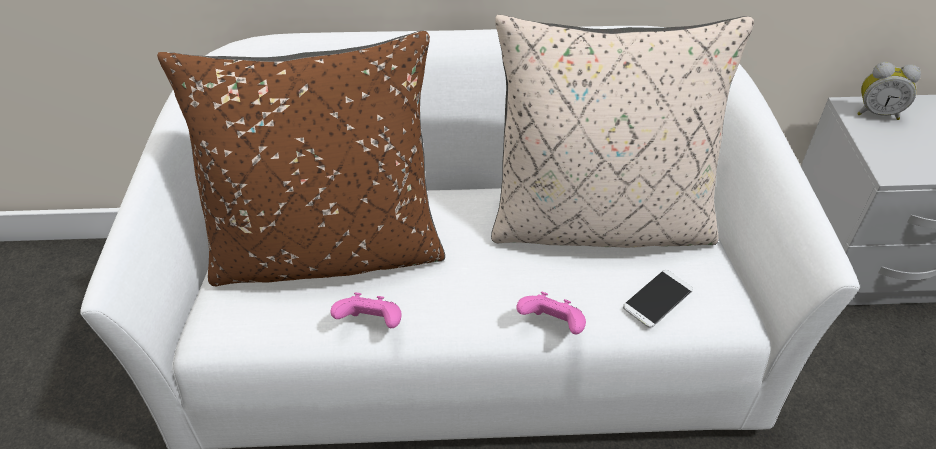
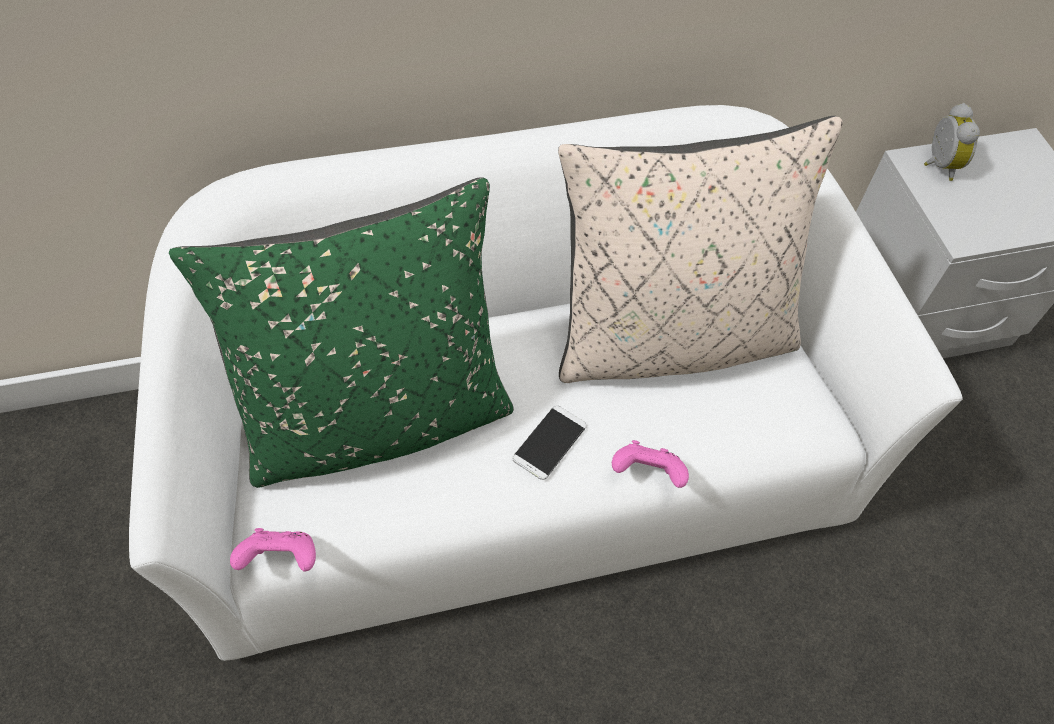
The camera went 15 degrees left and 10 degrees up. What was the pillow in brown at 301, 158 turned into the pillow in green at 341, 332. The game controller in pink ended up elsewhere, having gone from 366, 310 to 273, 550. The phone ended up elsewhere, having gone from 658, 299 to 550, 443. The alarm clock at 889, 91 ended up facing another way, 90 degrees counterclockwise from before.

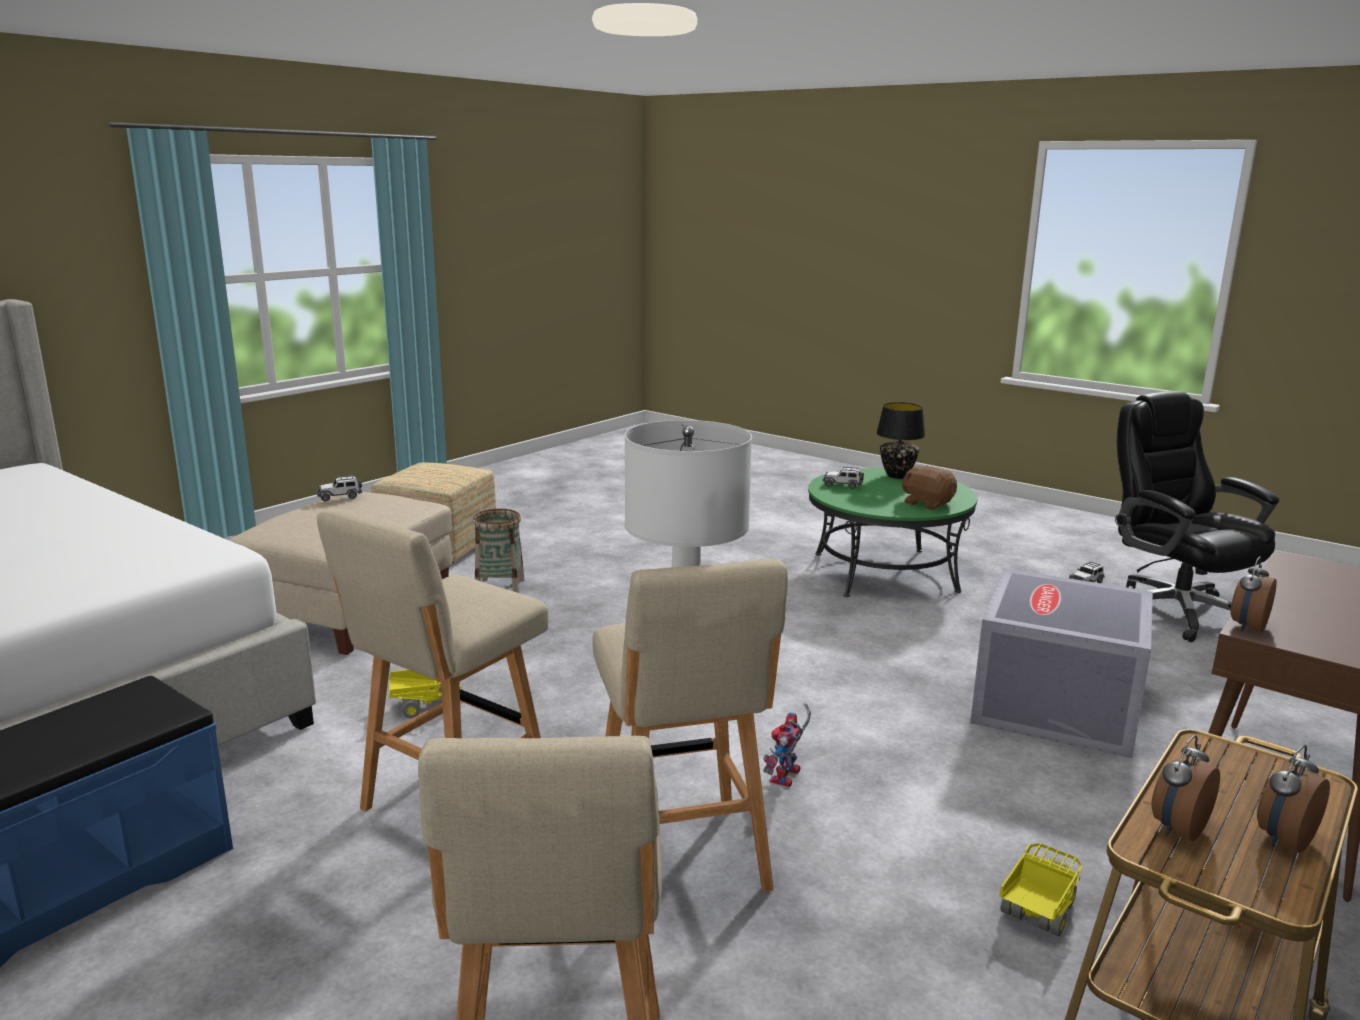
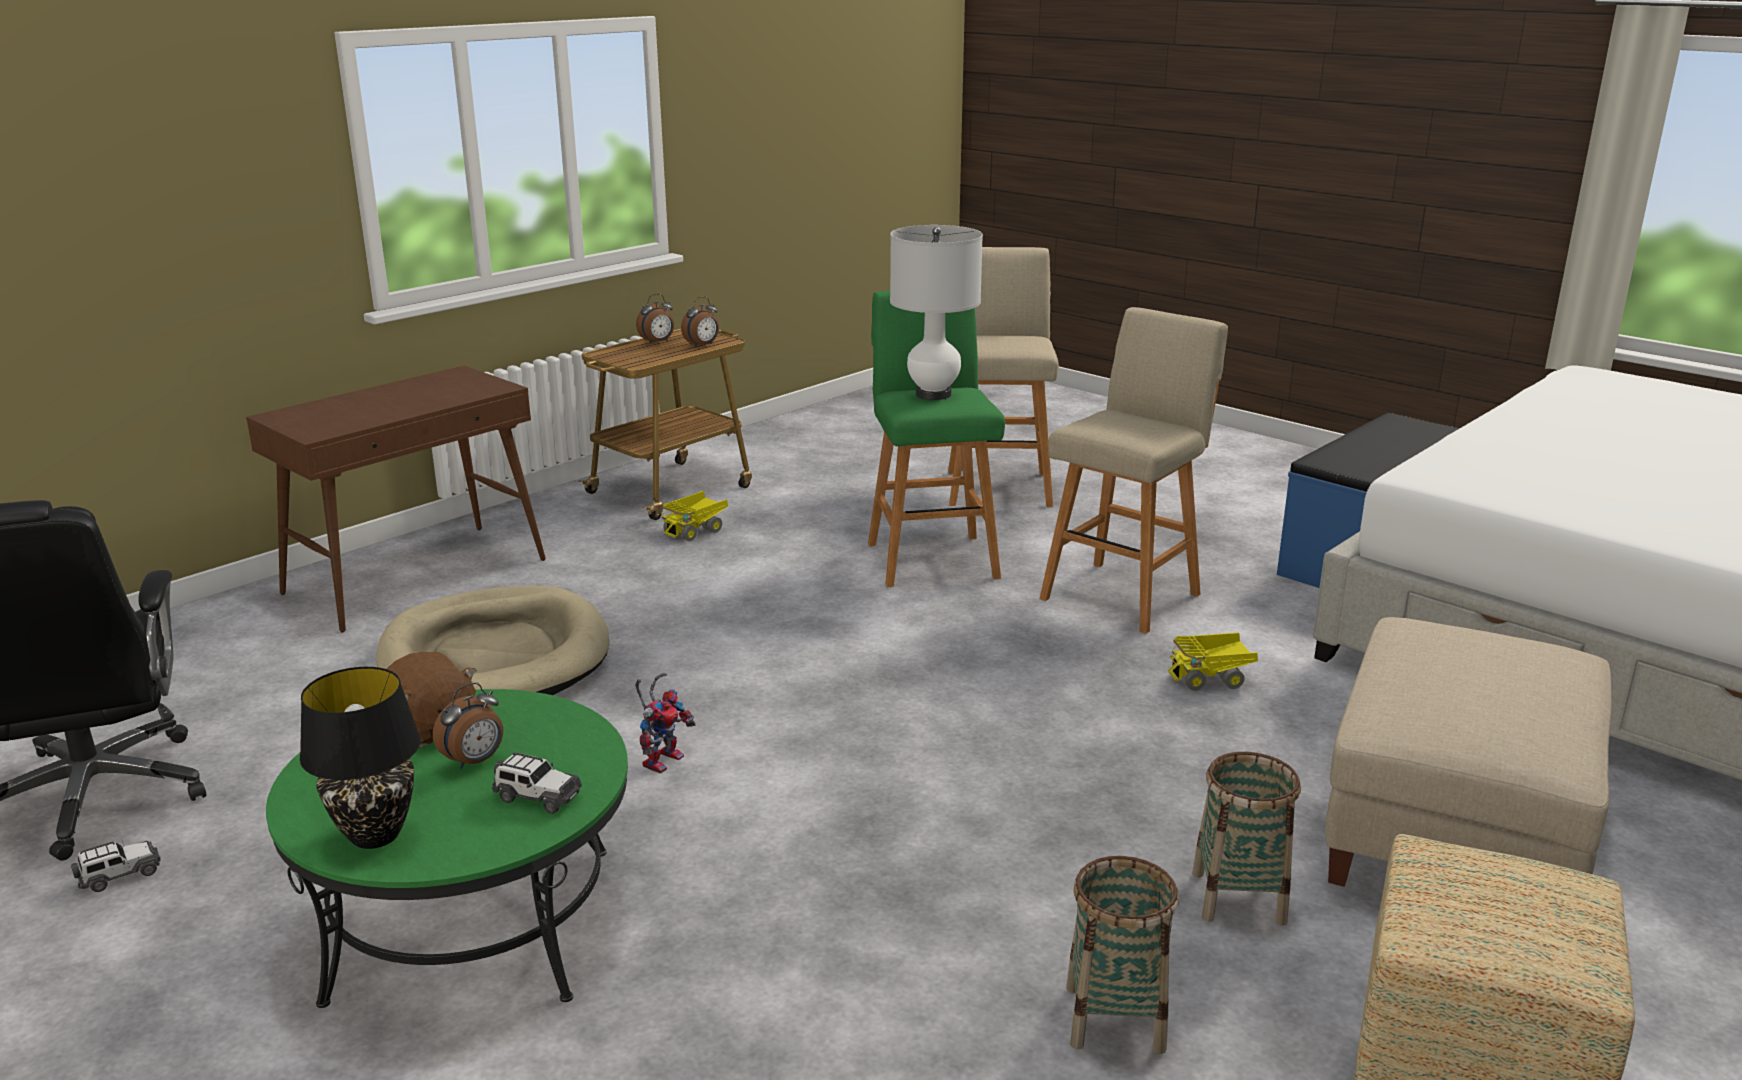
The camera went 175 degrees left and 5 degrees up. Where the storage box in grey stood at 1061, 663, the dog bed in beige came to stand at 493, 640. The alarm clock ended up elsewhere, having gone from 1253, 594 to 468, 725. The toy robot ended up elsewhere, having gone from 787, 745 to 665, 723. What was the stool in beige at 690, 725 turned into the stool in green at 936, 439. The second view gained the basket at 1122, 955. The second view lost the toy car at 339, 488.

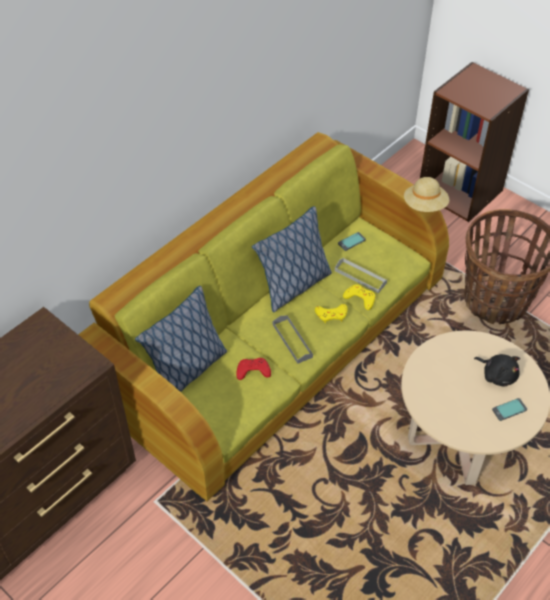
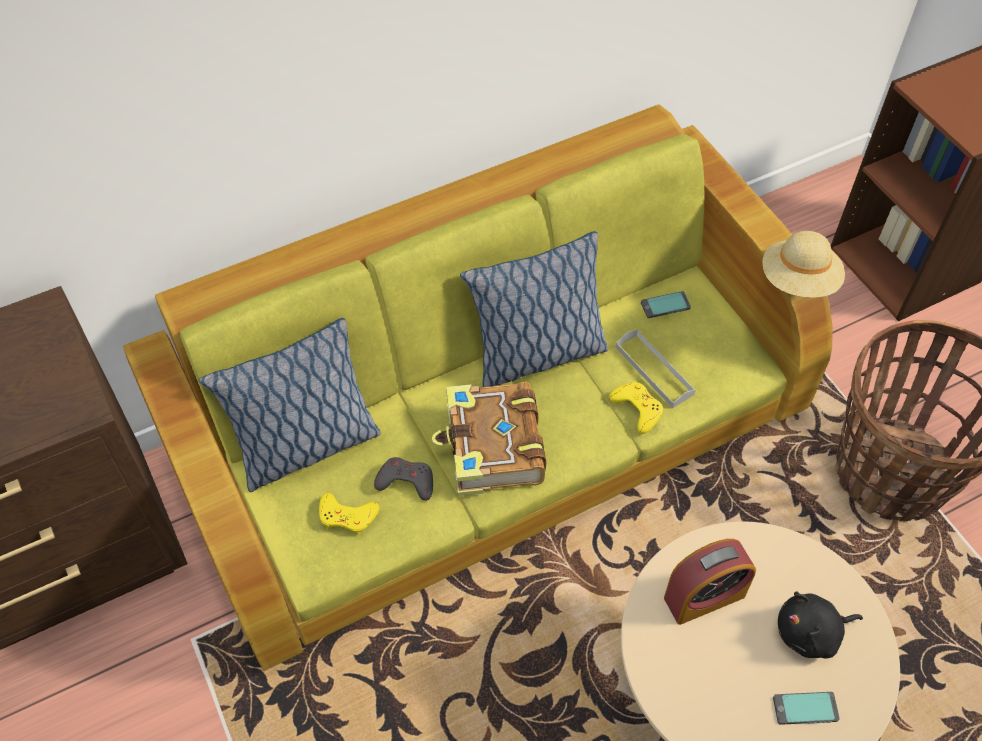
The camera went 20 degrees right and 5 degrees up. The game controller in yellow ended up elsewhere, having gone from 331, 313 to 349, 514. What was the game controller in red at 253, 369 turned into the game controller in grey at 403, 479. Where the tray in grey stood at 293, 339, the book came to stand at 489, 439. The second view gained the alarm clock at 710, 582. The plush toy in black at 497, 370 ended up facing another way, 105 degrees clockwise from before.

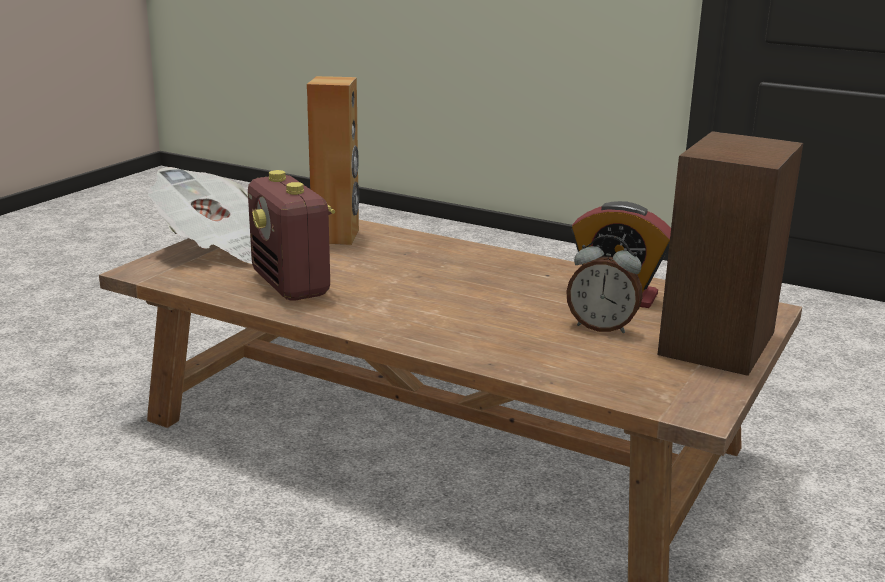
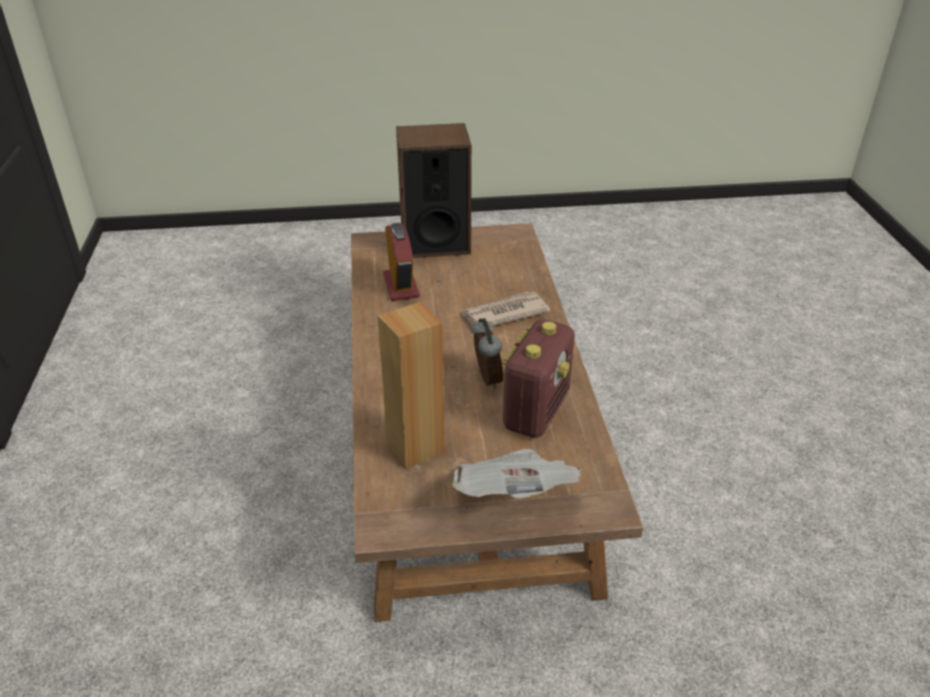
The camera went 125 degrees left and 15 degrees up. The second view gained the newspaper at 506, 309. The alarm clock ended up elsewhere, having gone from 604, 284 to 487, 353.

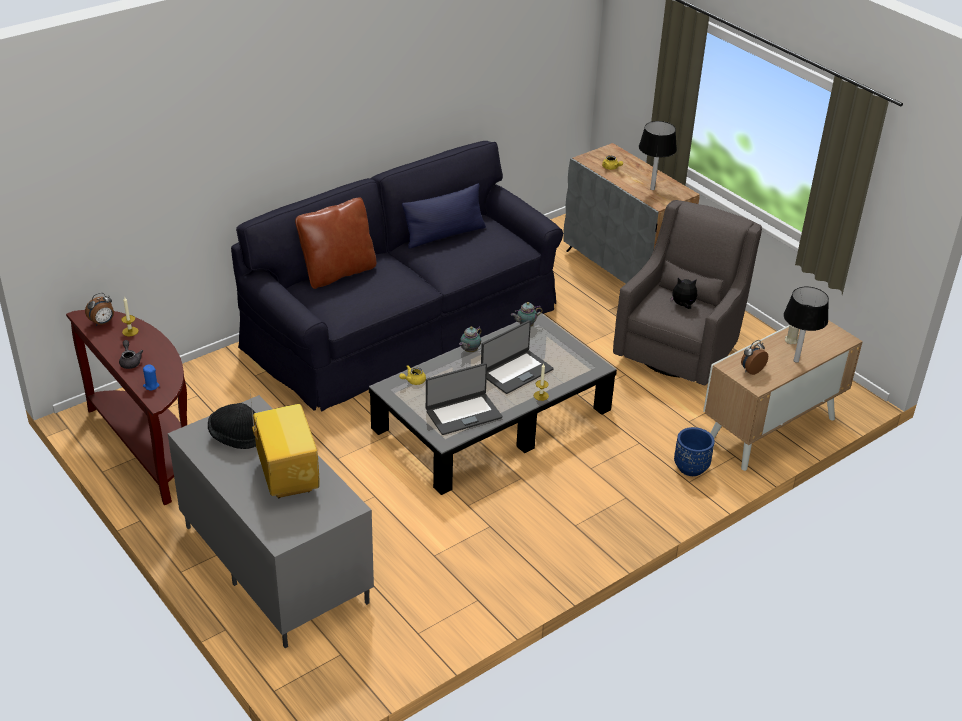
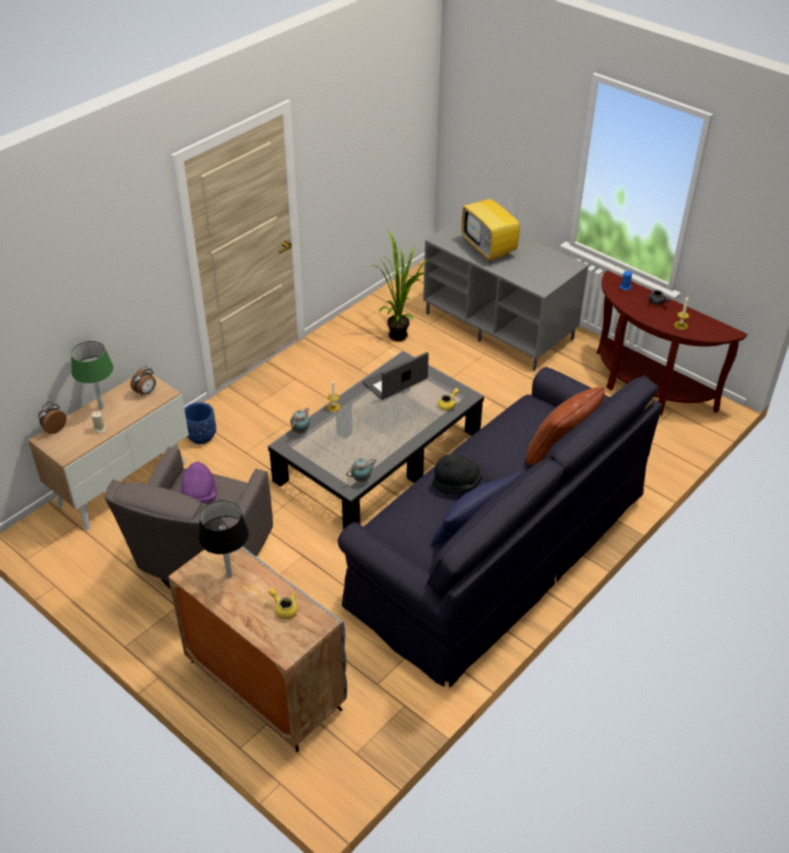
The camera went 170 degrees right and 5 degrees up. The alarm clock ended up elsewhere, having gone from 99, 309 to 52, 418. What was the table lamp in black at 806, 325 turned into the table lamp in green at 92, 375. Where the plush toy stood at 683, 293, the hat in purple came to stand at 198, 482. The teapot ended up elsewhere, having gone from 470, 339 to 300, 420. The second view gained the potted plant at 398, 286. The hat in black ended up elsewhere, having gone from 232, 426 to 457, 474. The second view lost the laptop at 517, 357.

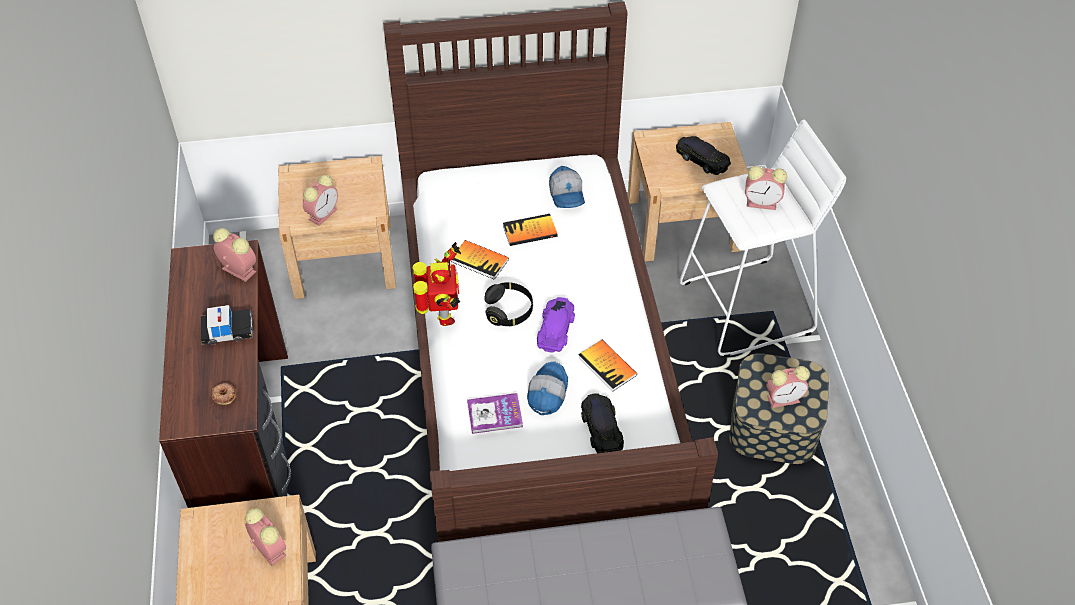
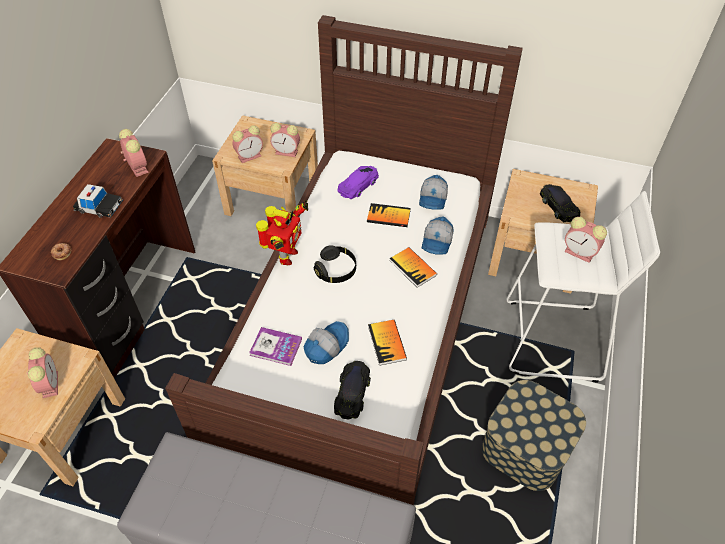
The camera went 25 degrees right and 0 degrees up. The alarm clock ended up elsewhere, having gone from 788, 387 to 285, 140. The toy car in purple ended up elsewhere, having gone from 556, 325 to 358, 182. The book ended up elsewhere, having gone from 480, 260 to 413, 267. The second view gained the cap at 437, 236.

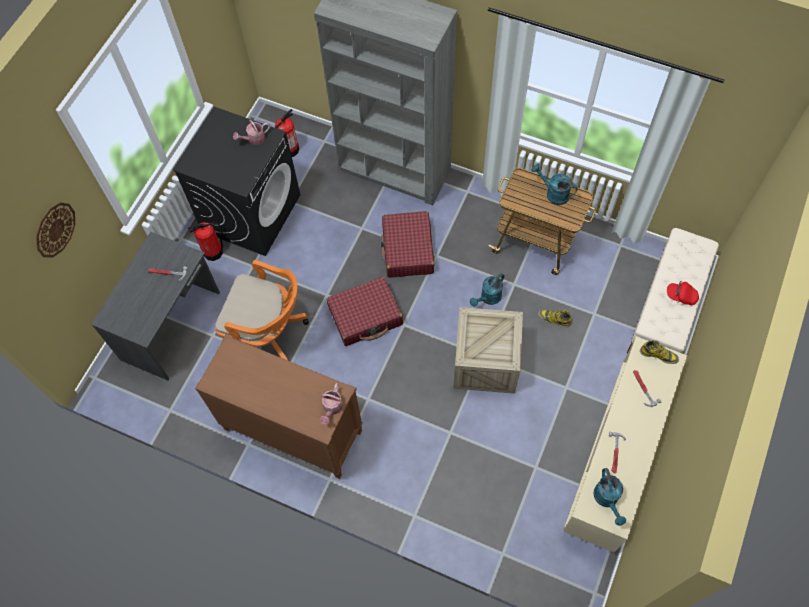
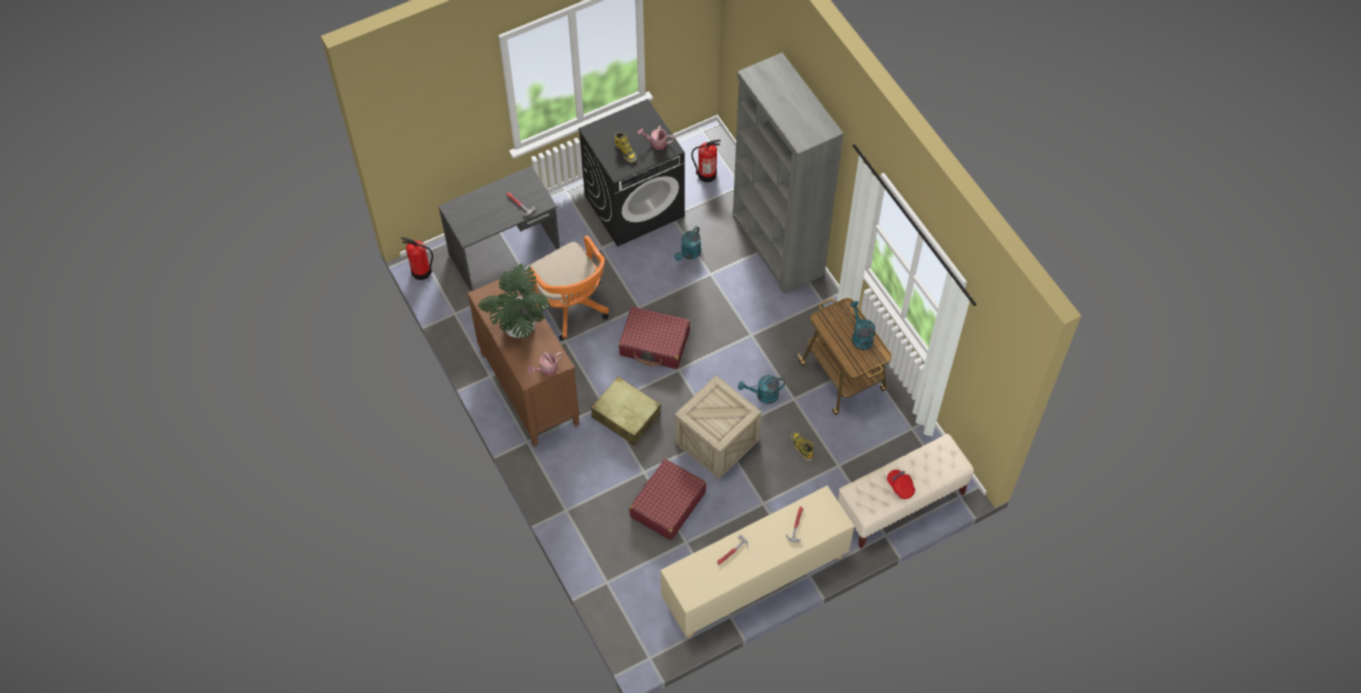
The camera went 35 degrees right and 5 degrees down. The fire extinguisher ended up elsewhere, having gone from 206, 241 to 417, 258. The second view gained the potted plant at 514, 301. The second view gained the suitcase in beige at 626, 411. The boot ended up elsewhere, having gone from 659, 352 to 625, 148. The suitcase in red ended up elsewhere, having gone from 407, 244 to 667, 499. The watering can in turquoise ended up elsewhere, having gone from 609, 497 to 688, 243. The second view lost the wall clock at 55, 230.

